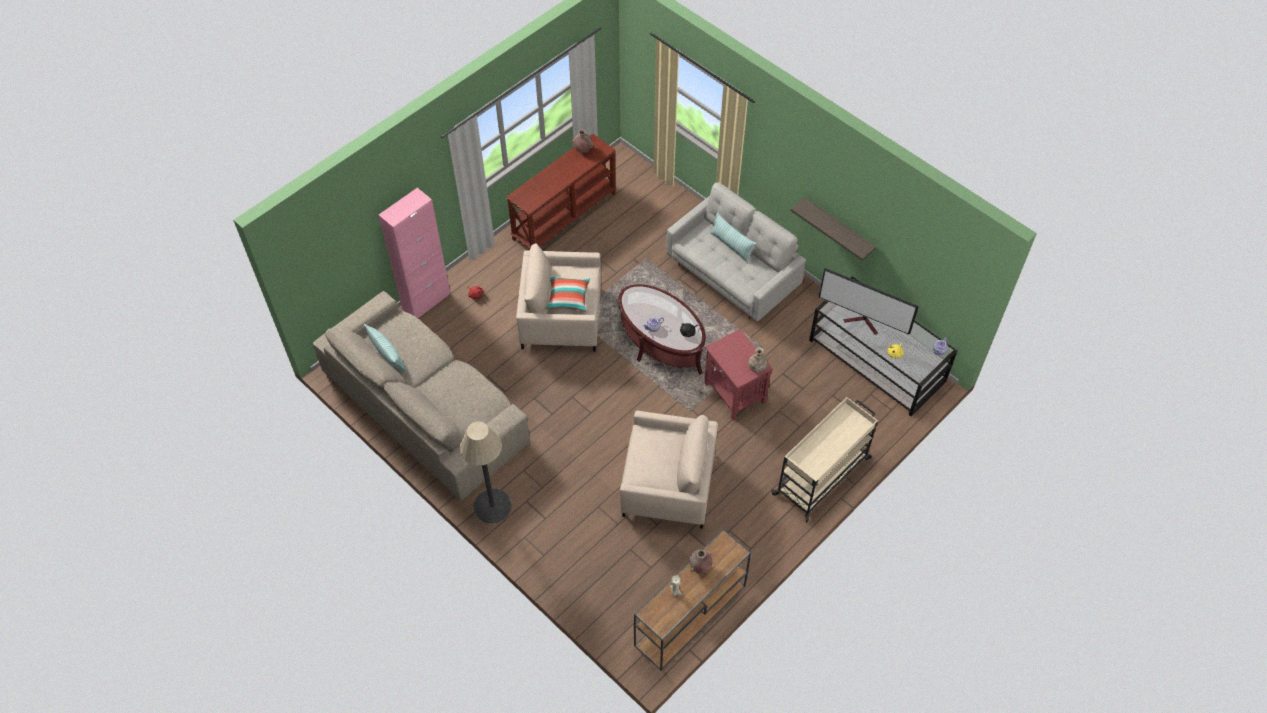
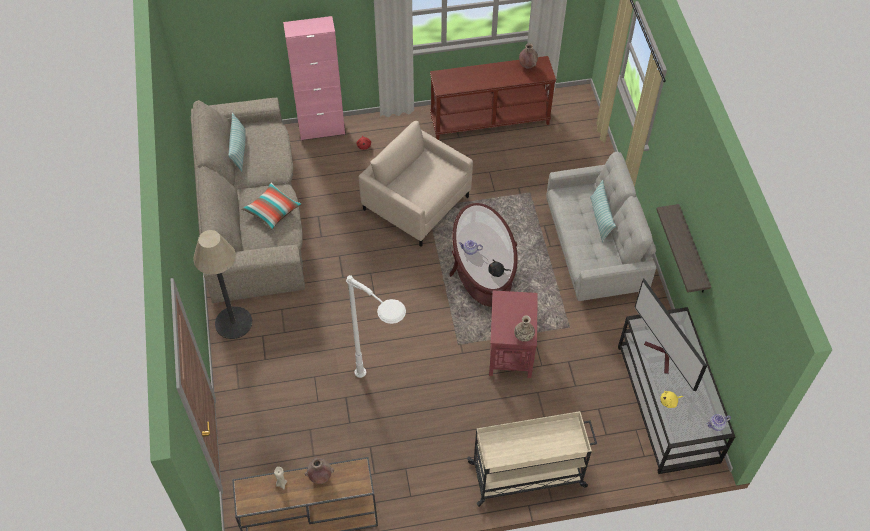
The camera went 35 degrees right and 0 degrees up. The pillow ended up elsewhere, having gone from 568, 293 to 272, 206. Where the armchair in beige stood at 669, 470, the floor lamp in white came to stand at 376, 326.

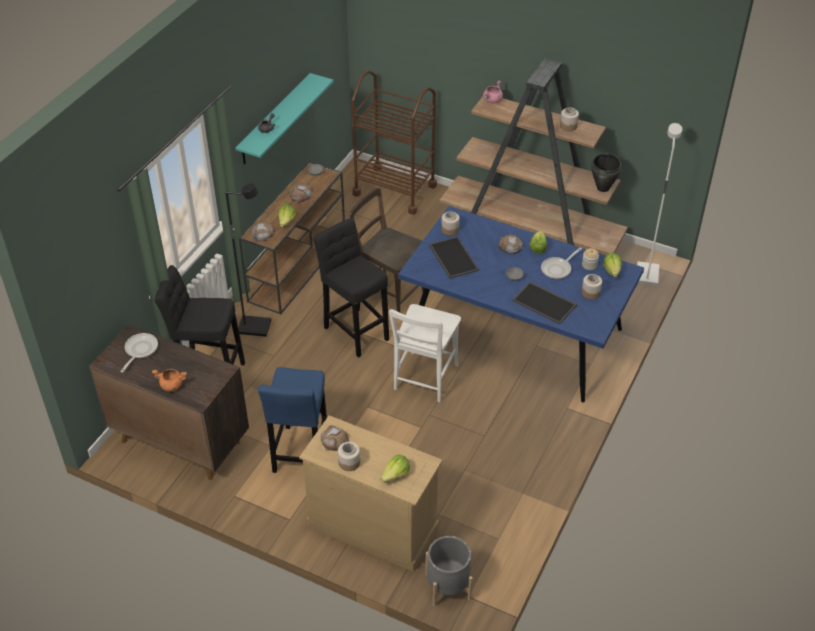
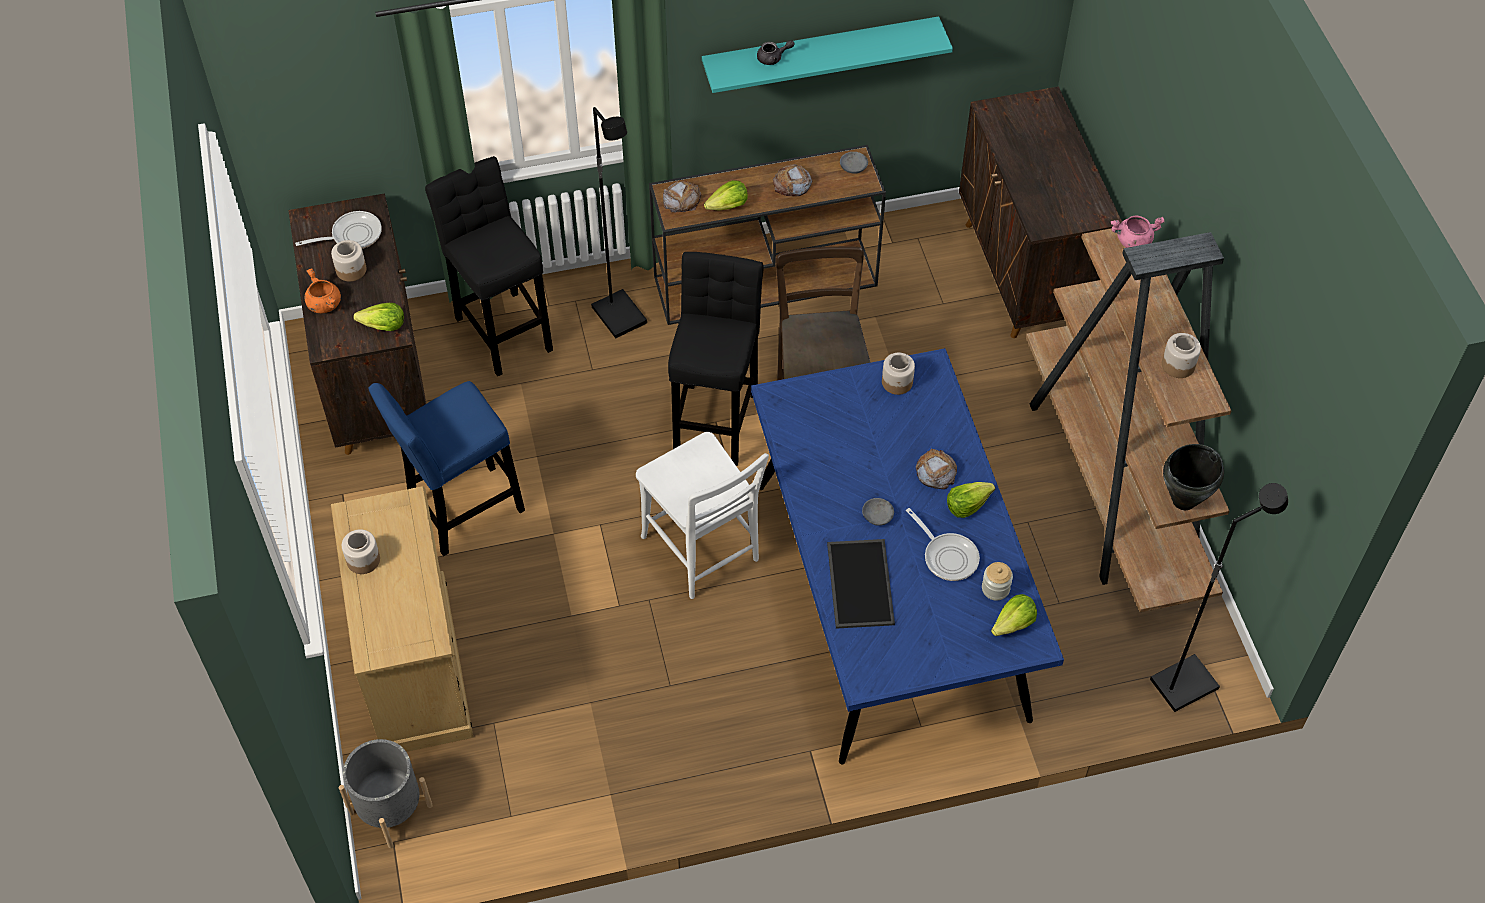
The camera went 50 degrees right and 10 degrees up. The jar ended up elsewhere, having gone from 592, 286 to 348, 261. The lettuce ended up elsewhere, having gone from 395, 468 to 378, 317. The chair in white at 425, 353 ended up facing another way, 105 degrees counterclockwise from before. The frying pan at 561, 263 ended up facing another way, 135 degrees counterclockwise from before. Where the cart in brown stood at 394, 142, the cabinet in brown came to stand at 1040, 212. What was the floor lamp in white at 659, 204 turned into the floor lamp in black at 1219, 597. The second view lost the bread at 334, 438. The second view lost the tray at 454, 257.

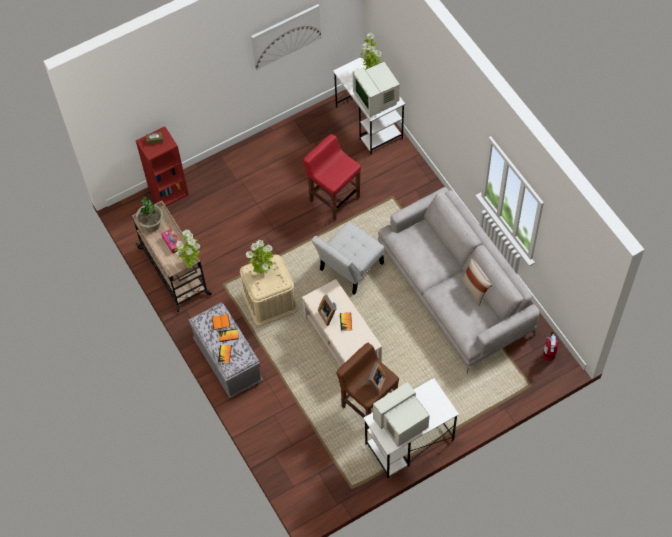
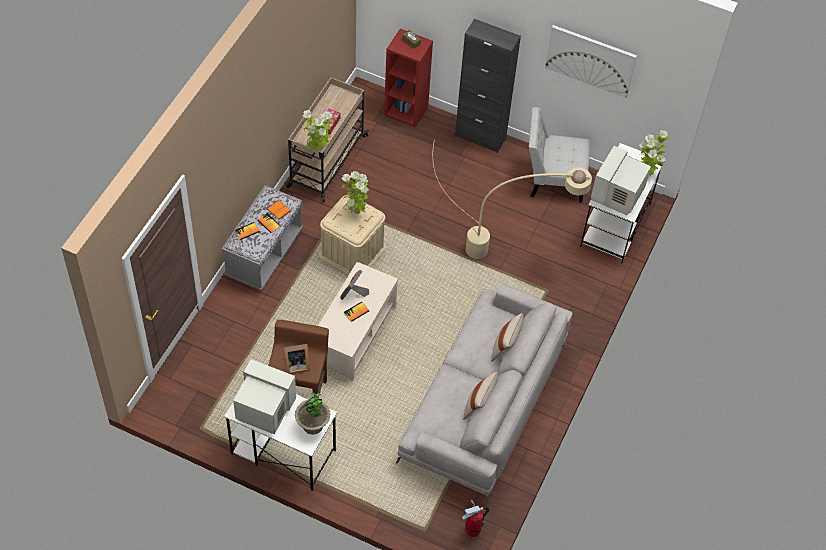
The camera went 50 degrees right and 5 degrees down. The potted plant ended up elsewhere, having gone from 149, 214 to 312, 413. Where the stool in red stood at 332, 177, the floor lamp in beige came to stand at 512, 199. The second view gained the cabinet in black at 488, 86. The second view gained the pillow in beige at 507, 337. The chair in white ended up elsewhere, having gone from 348, 258 to 559, 155.

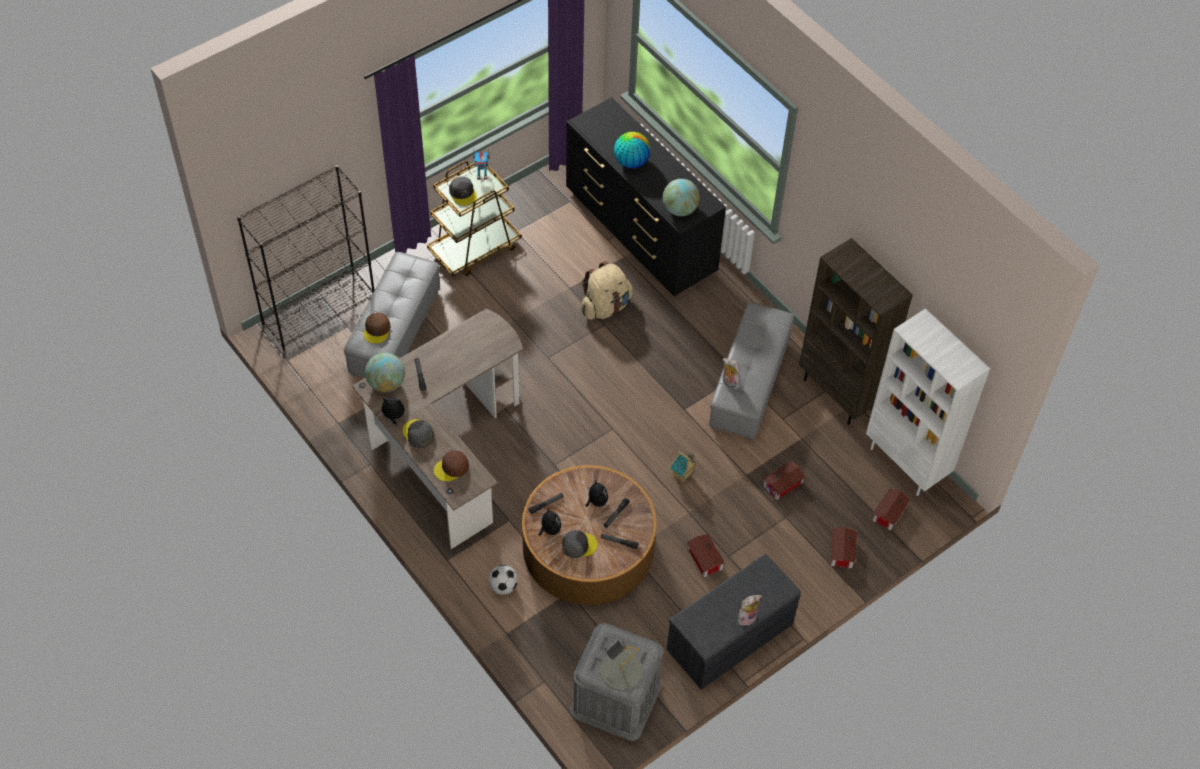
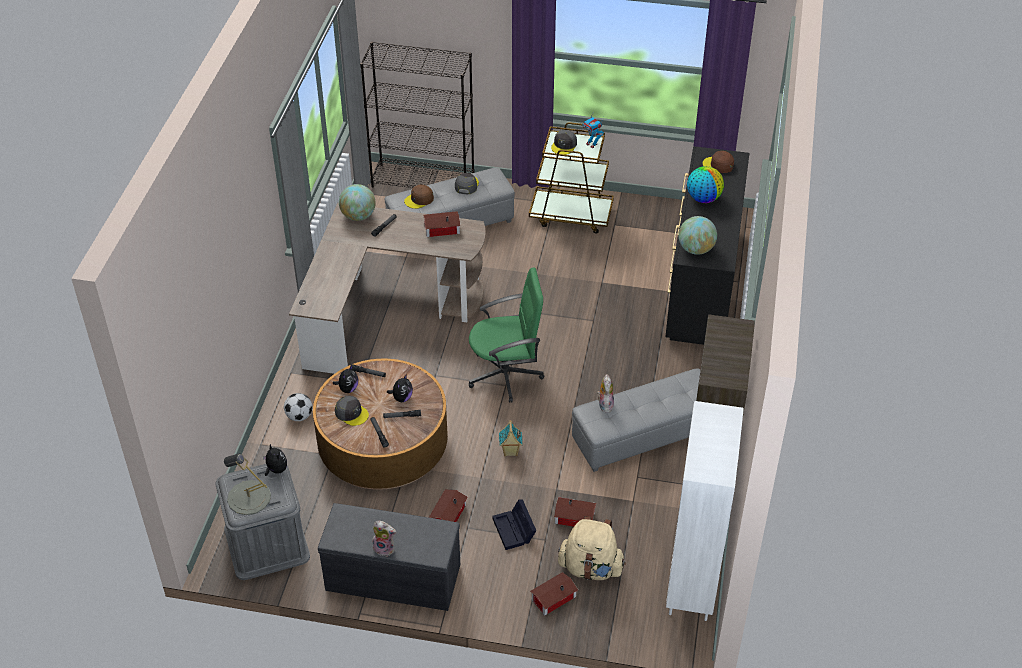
The camera went 50 degrees right and 10 degrees down. The plush toy ended up elsewhere, having gone from 391, 411 to 275, 460. The toy house ended up elsewhere, having gone from 892, 509 to 442, 224. The cap in grey ended up elsewhere, having gone from 419, 433 to 467, 183. The second view gained the office chair in green at 506, 335. The second view gained the storage box in black at 514, 524. The backpack in beige ended up elsewhere, having gone from 607, 290 to 592, 548. The cap in brown ended up elsewhere, having gone from 451, 466 to 718, 162.

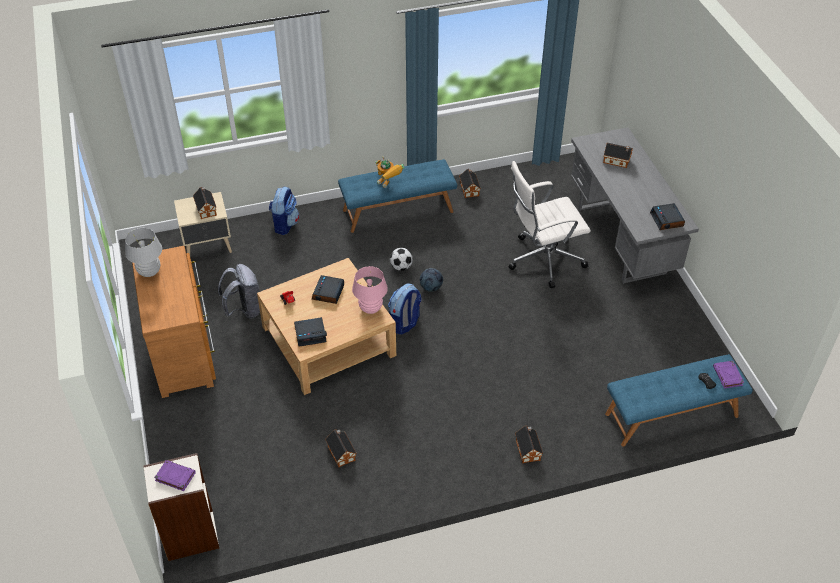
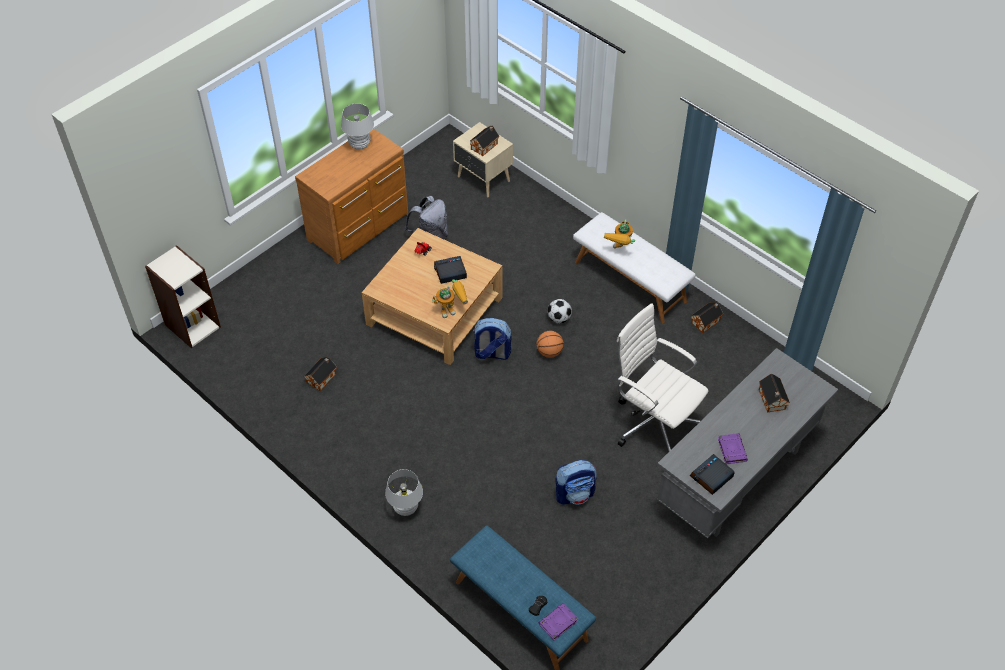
The camera went 60 degrees right and 5 degrees up. Where the toy house stood at 529, 444, the table lamp in white came to stand at 404, 492. Where the table lamp in pink stood at 370, 290, the toy robot came to stand at 450, 298. Where the football stood at 431, 280, the basketball came to stand at 550, 344. The backpack ended up elsewhere, having gone from 284, 211 to 576, 482. What was the bench in blue at 397, 196 turned into the bench in white at 634, 268. The book in purple ended up elsewhere, having gone from 175, 475 to 733, 448. The second view lost the alarm clock at 310, 332.

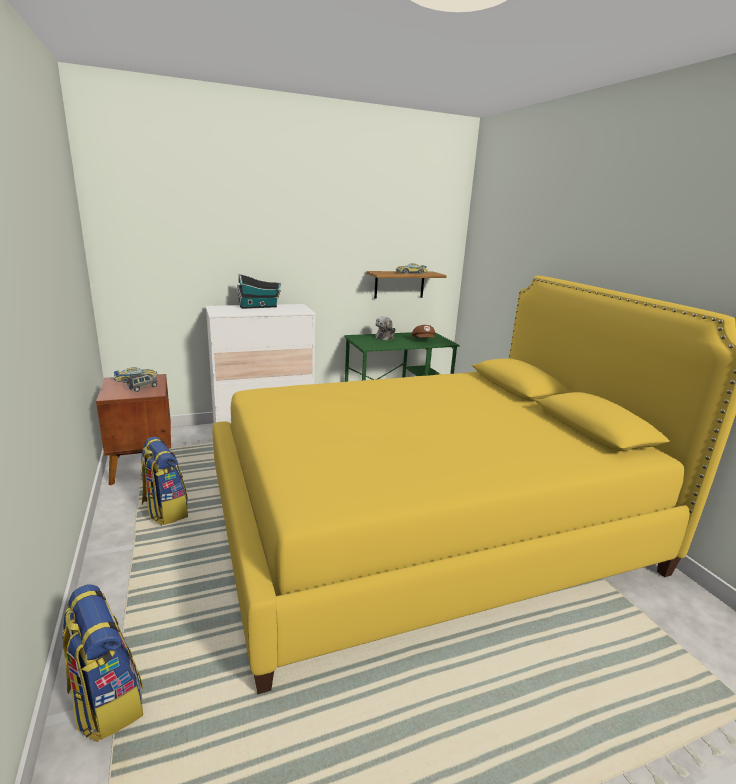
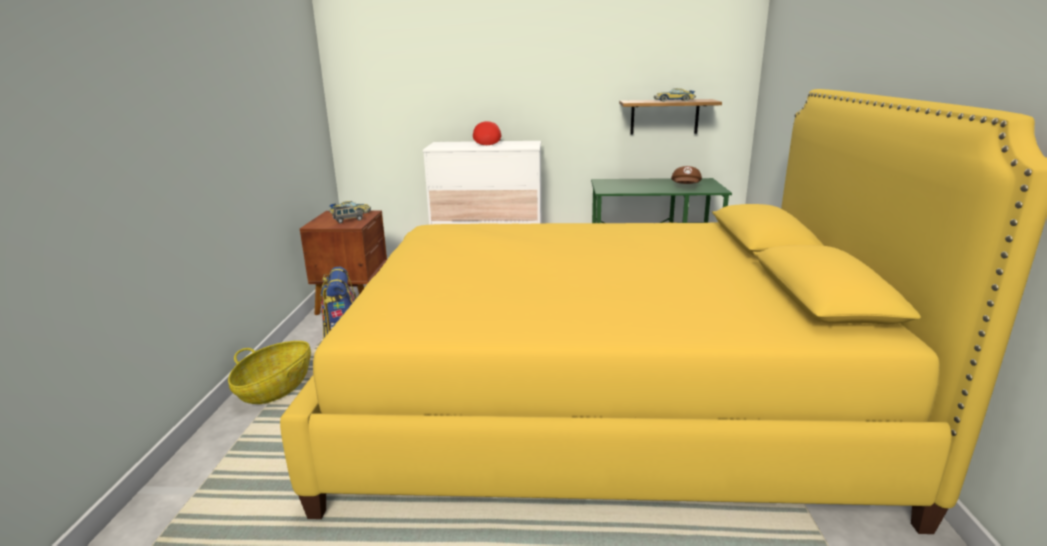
The camera went 25 degrees right and 0 degrees up. The second view gained the basket at 269, 372. Where the toy house stood at 259, 291, the cap in red came to stand at 487, 133. The second view lost the backpack at 102, 663. The second view lost the plush toy at 385, 328.

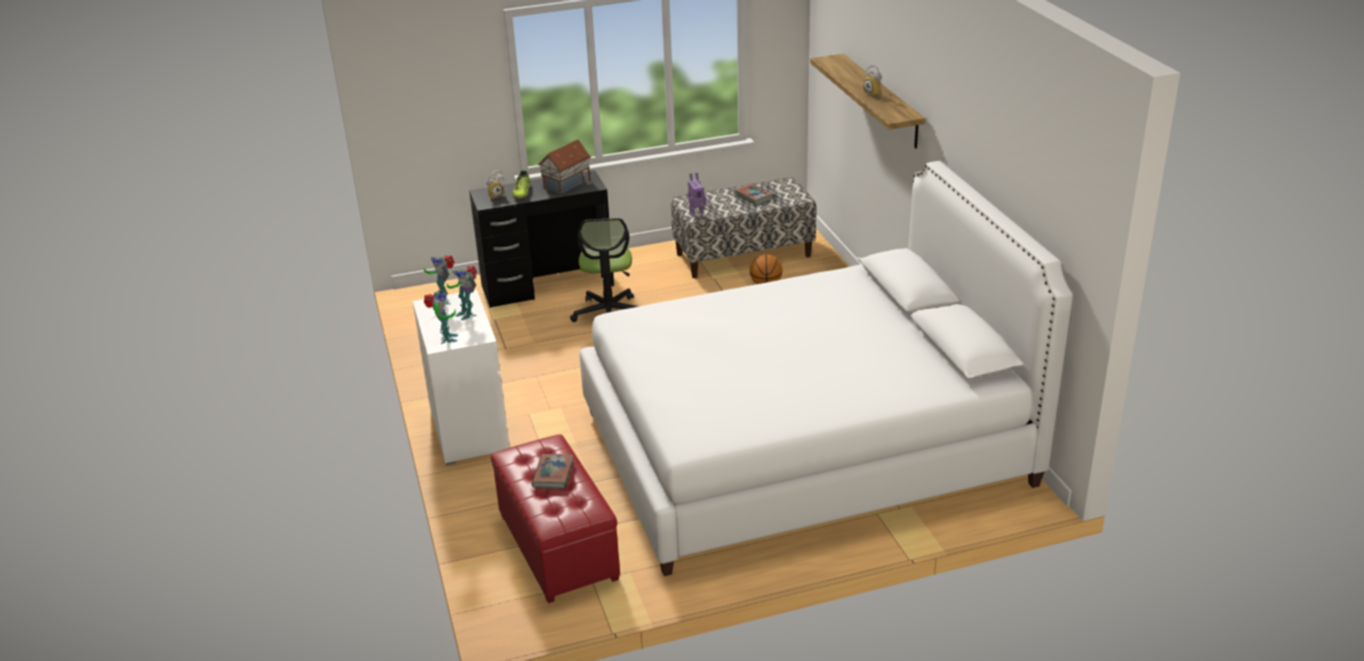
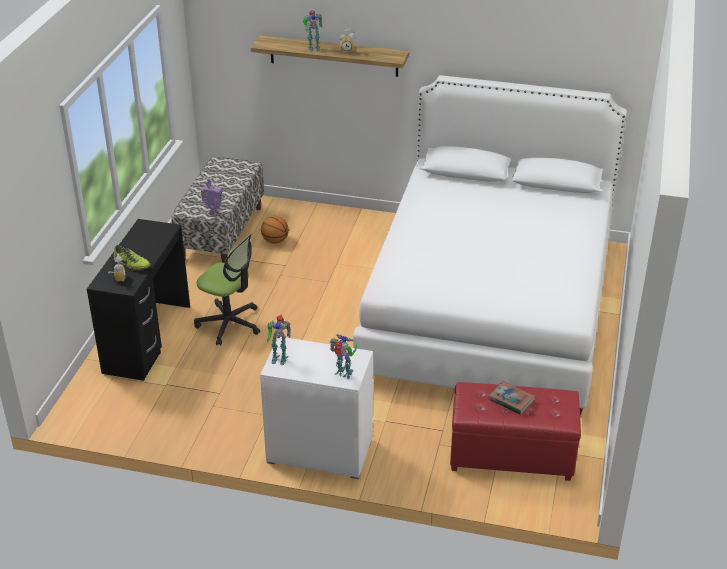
The camera went 60 degrees left and 5 degrees up. The toy robot ended up elsewhere, having gone from 462, 293 to 312, 31. The second view lost the toy house at 564, 167. The second view lost the book at 754, 194.

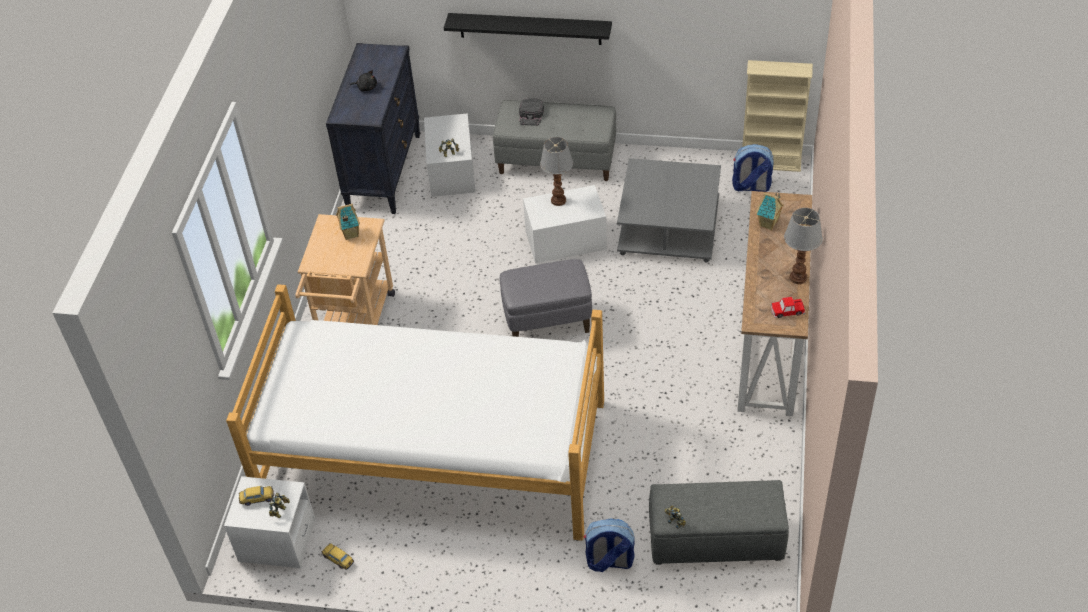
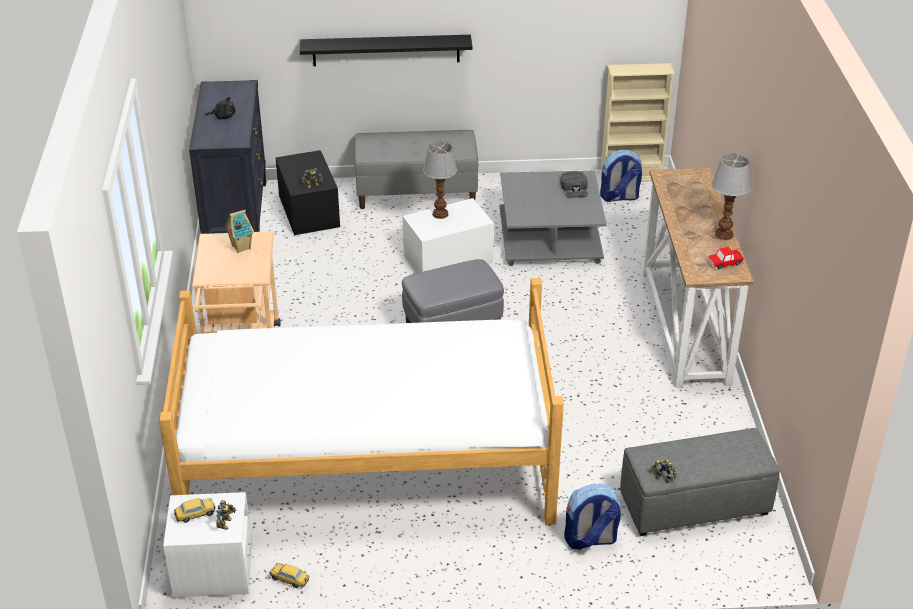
The camera went 15 degrees left and 10 degrees down. What was the storage box in white at 450, 155 turned into the storage box in black at 307, 192. The cap in black ended up elsewhere, having gone from 531, 112 to 574, 184. The second view lost the toy house at 770, 211.

